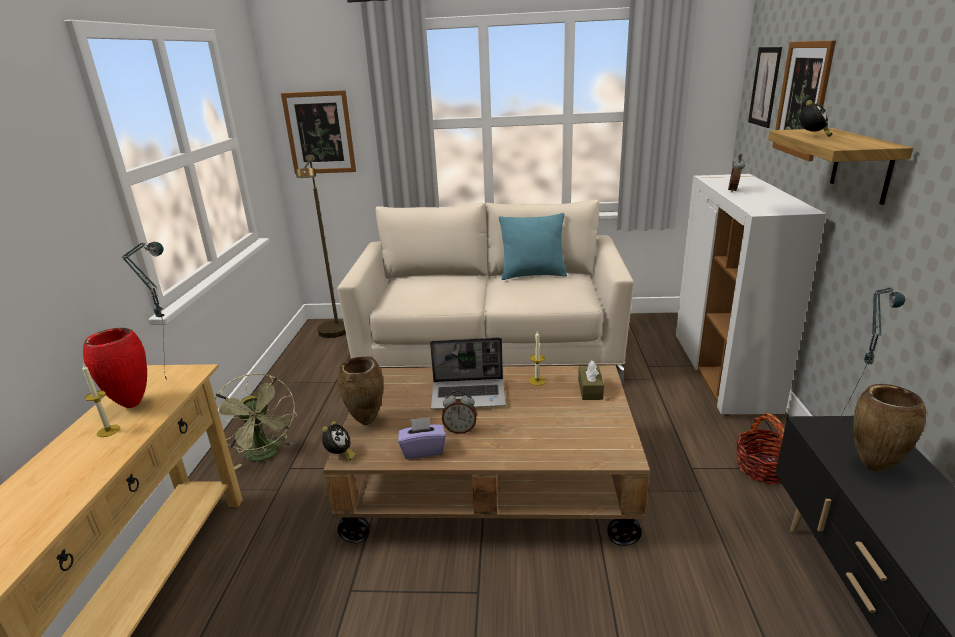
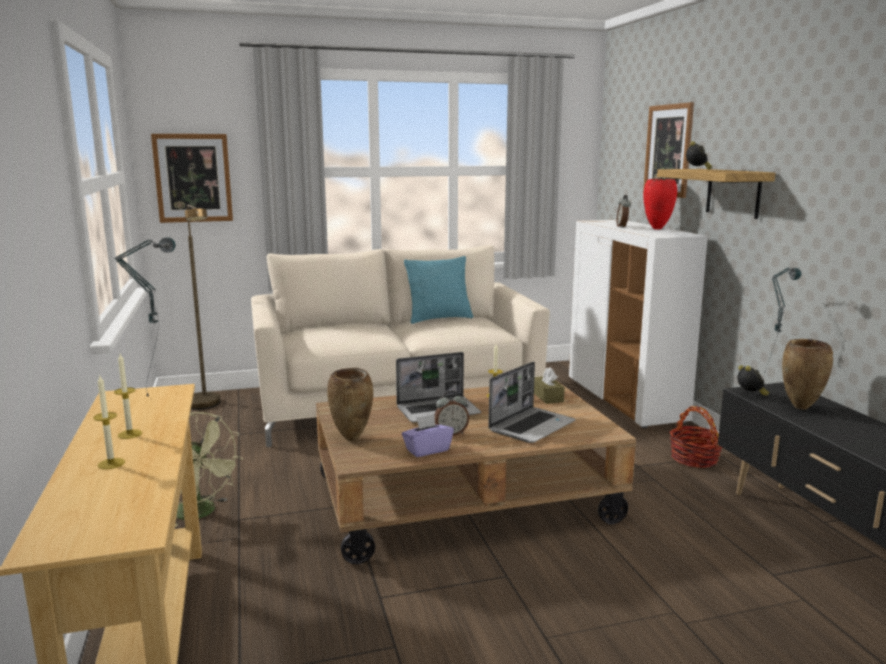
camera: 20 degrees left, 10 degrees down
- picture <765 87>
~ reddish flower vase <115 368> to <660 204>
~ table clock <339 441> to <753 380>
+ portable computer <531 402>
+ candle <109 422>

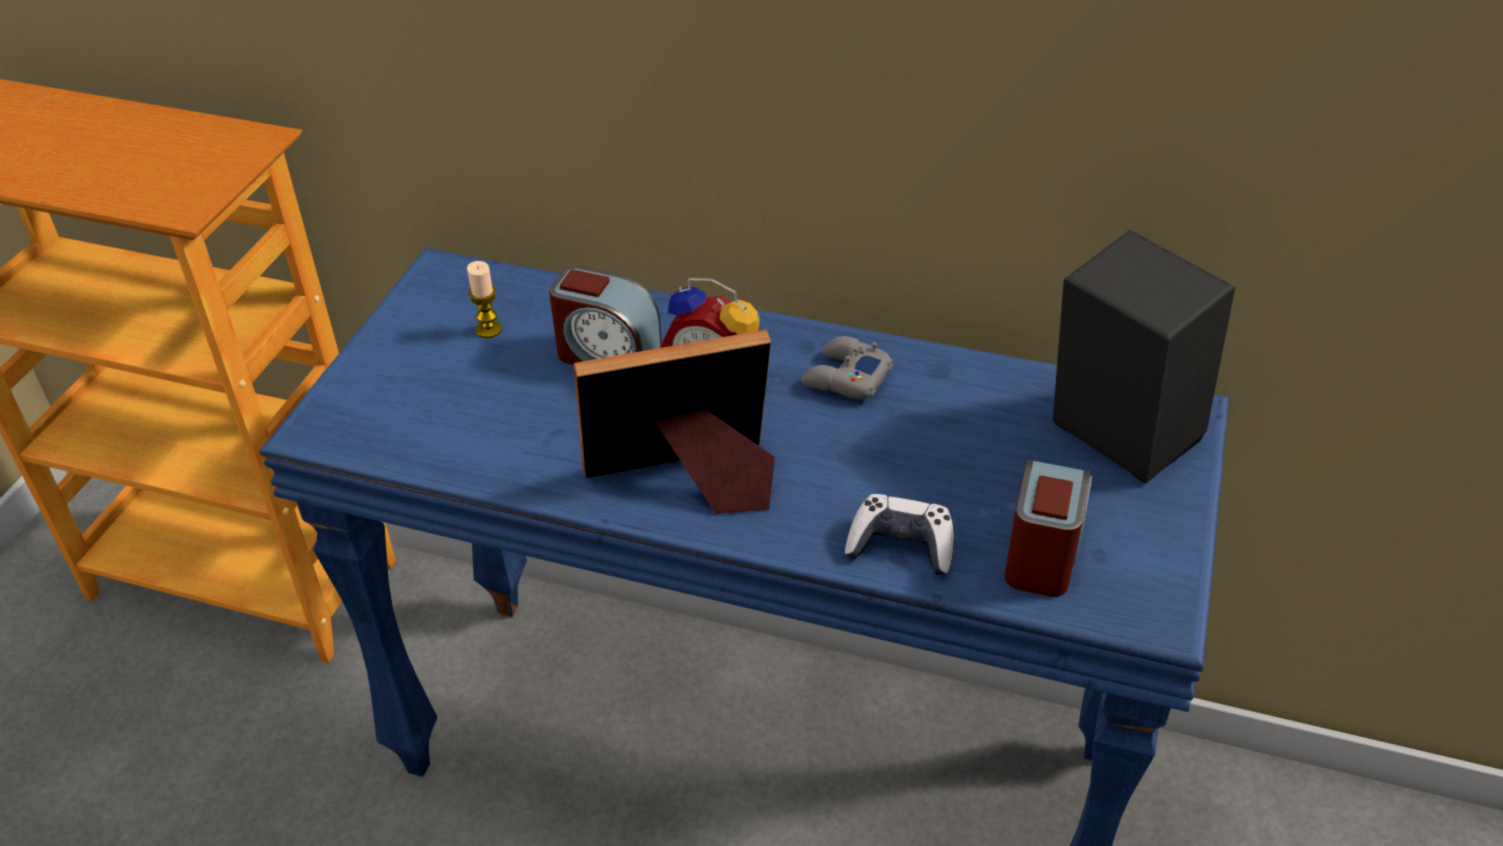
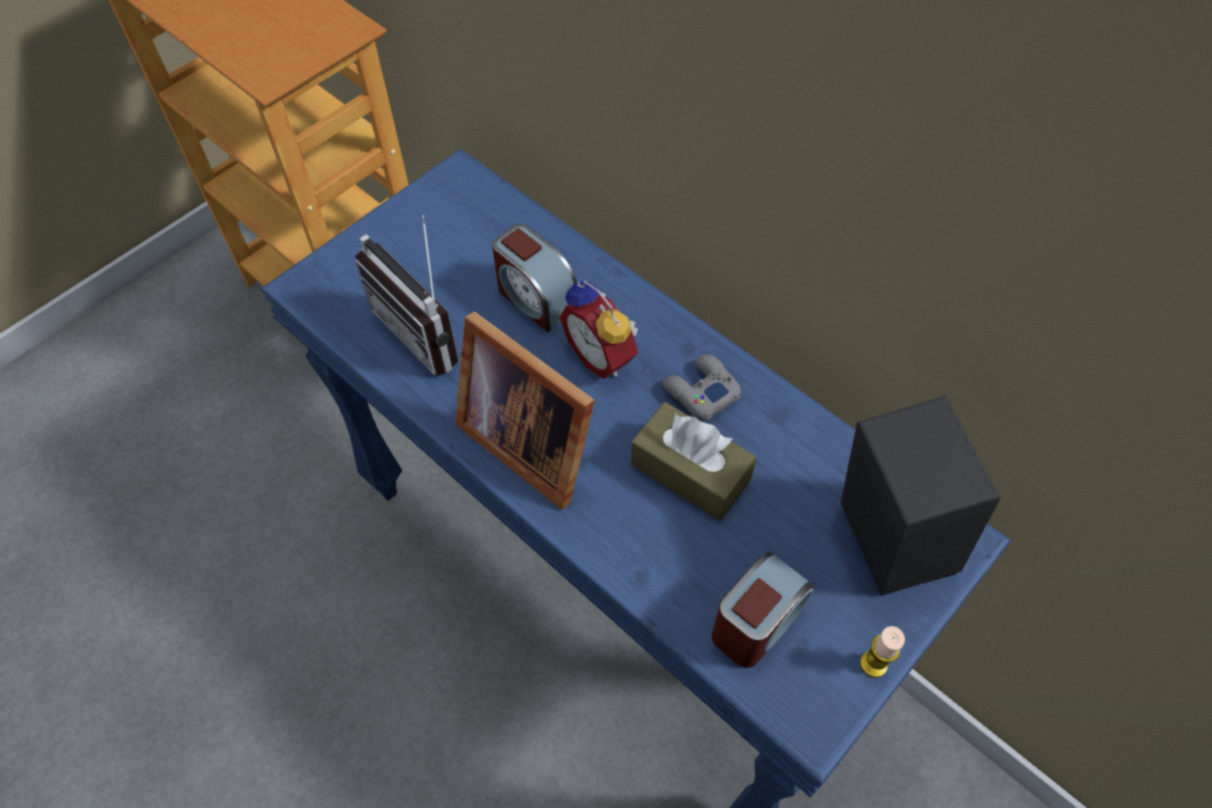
camera: 25 degrees right, 15 degrees up
~ candle <484 299> to <882 652>
~ photo frame <674 422> = <525 410> 150 degrees counterclockwise
- gamepad <899 534>
+ radio receiver <407 295>
+ brownish tissue box <694 461>

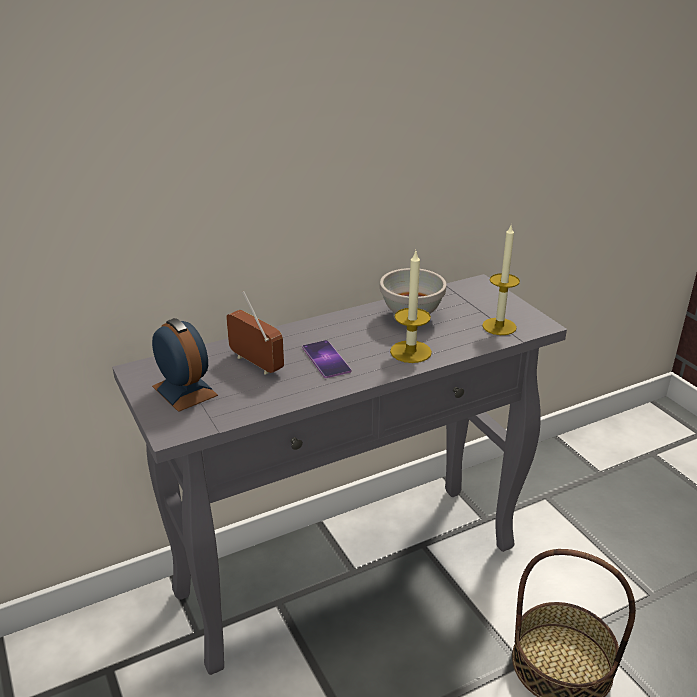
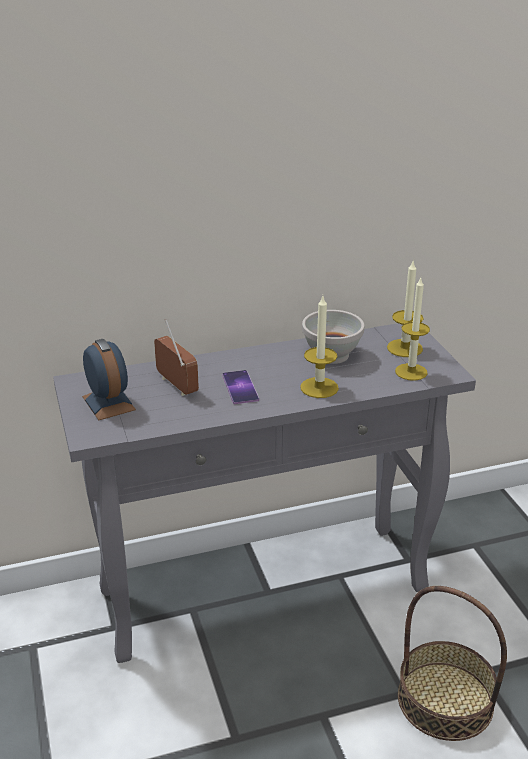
camera: 10 degrees right, 0 degrees up
+ candle <405 309>

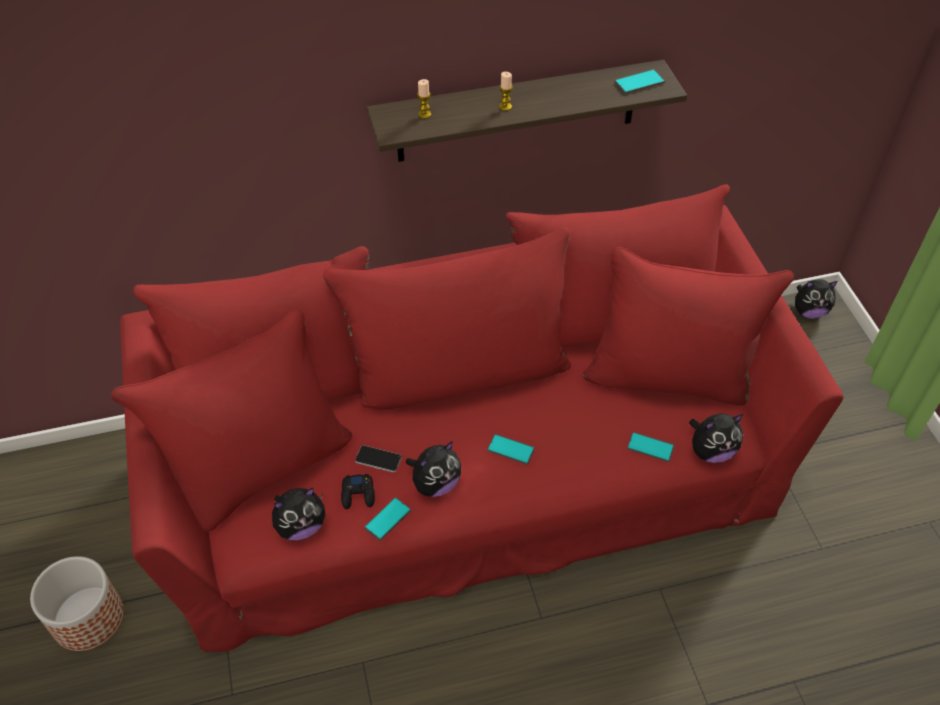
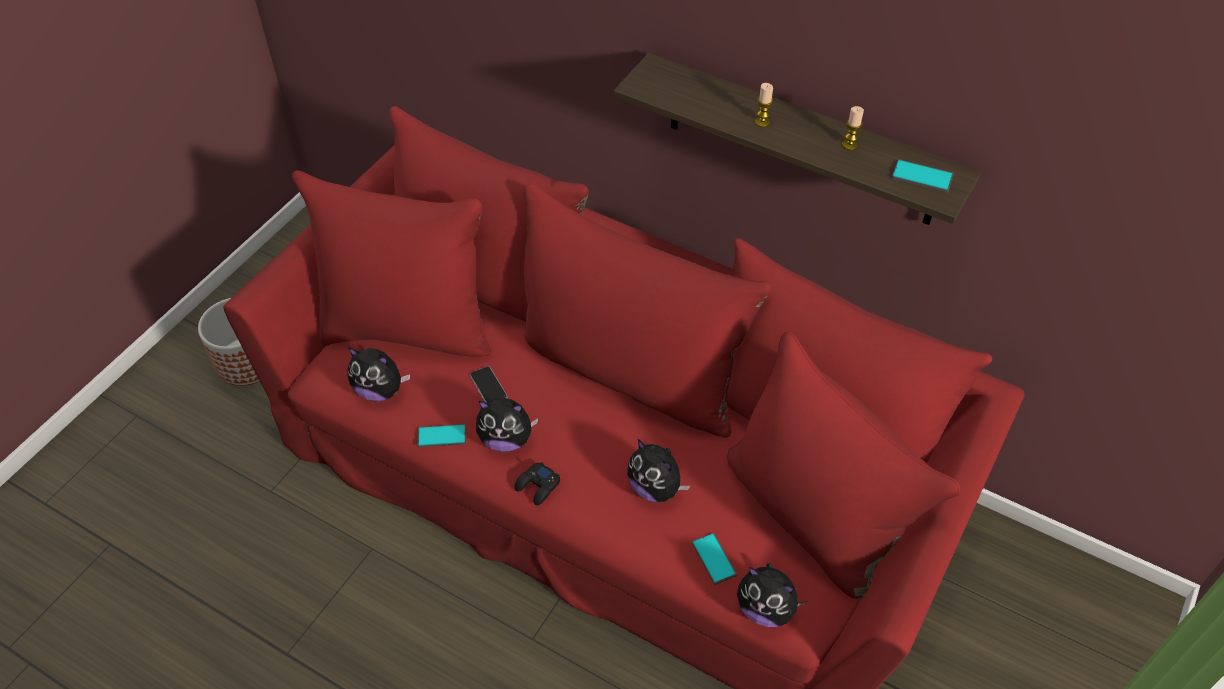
camera: 45 degrees right, 0 degrees up
~ candle <424 99> to <853 128>
~ soft toy <816 299> to <659 470>
- telephone <511 449>
~ black gamepad <358 491> to <537 483>

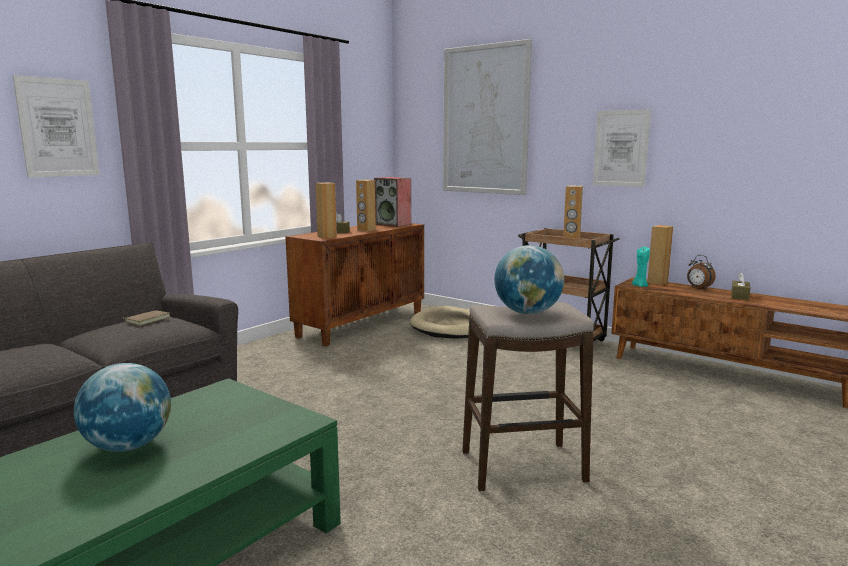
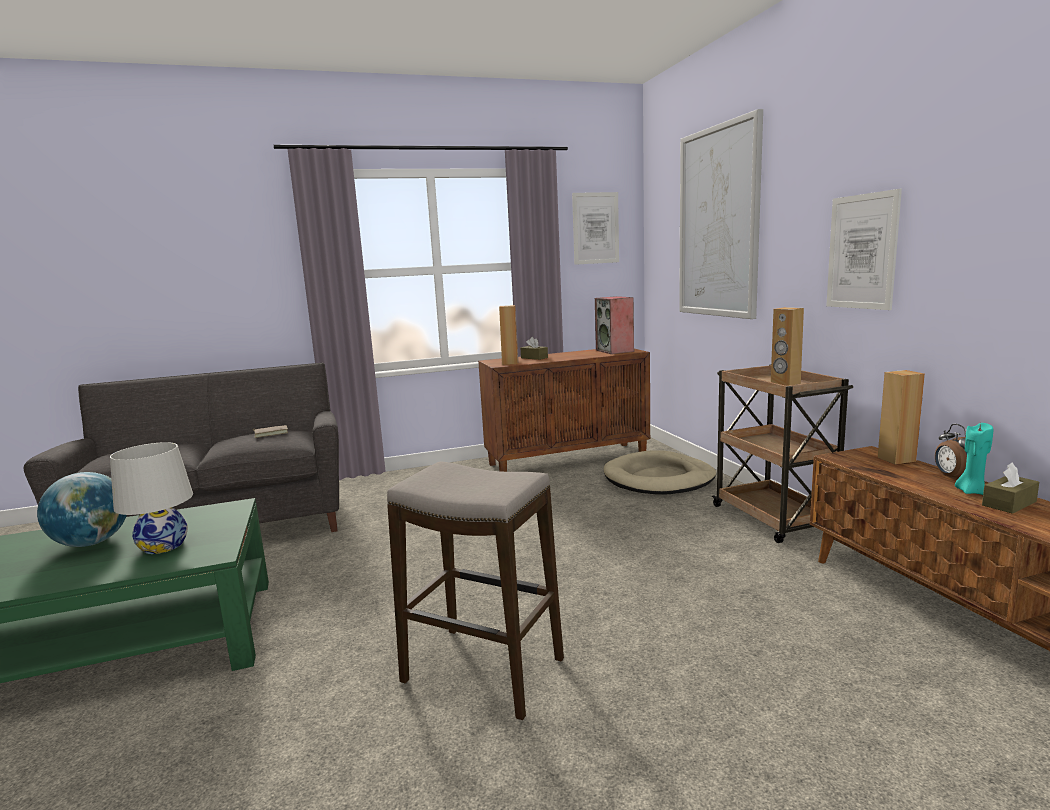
camera: 35 degrees right, 0 degrees up
~ picture <56 126> to <595 228>
- brownish audio speaker <366 205>
- desk globe <529 279>
~ turquoise candle <641 267> to <974 459>
+ white-coloured lamp for a table <151 498>

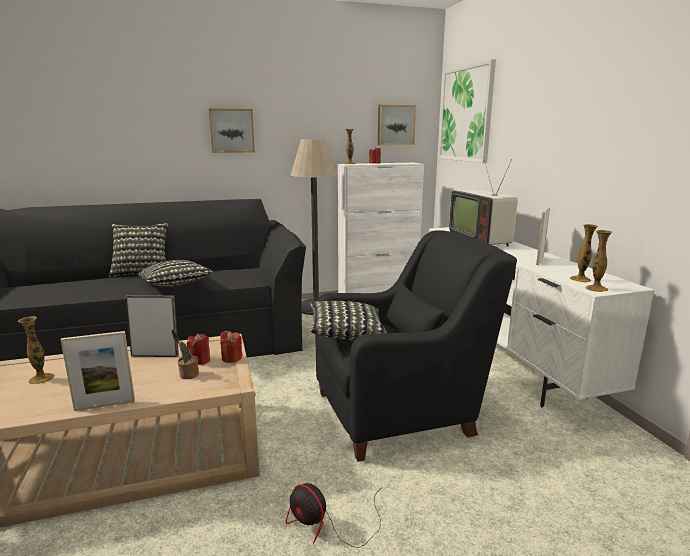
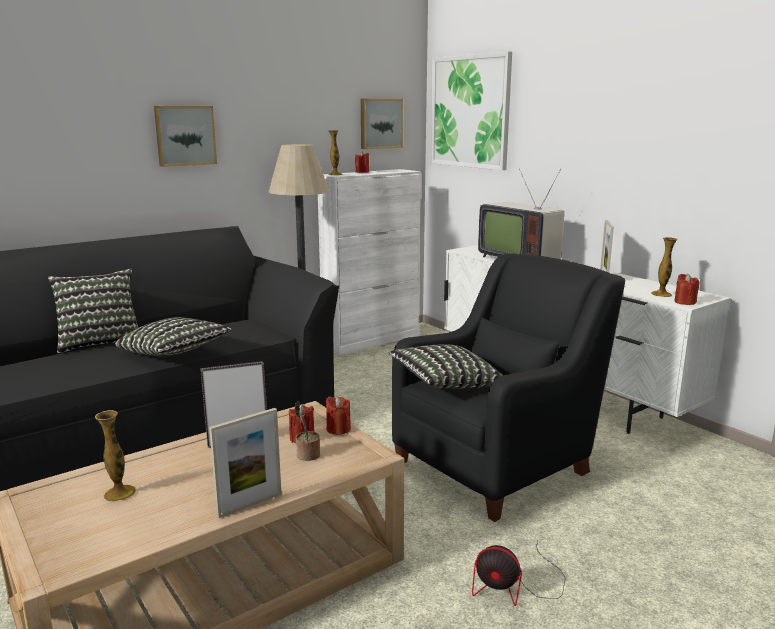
camera: 20 degrees left, 0 degrees up
~ flower vase <598 261> to reddish candle <686 289>

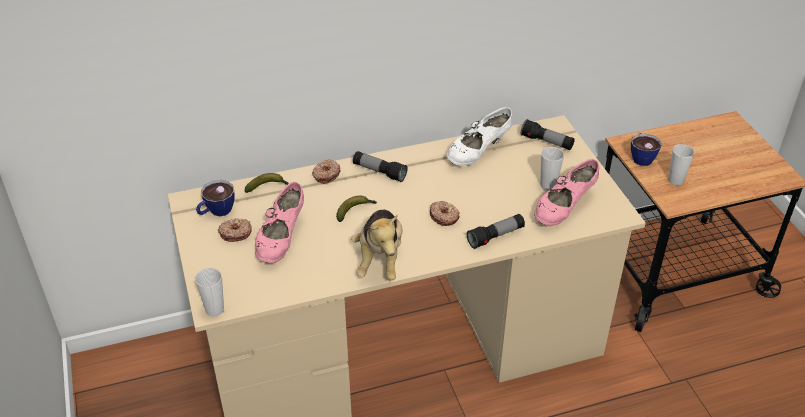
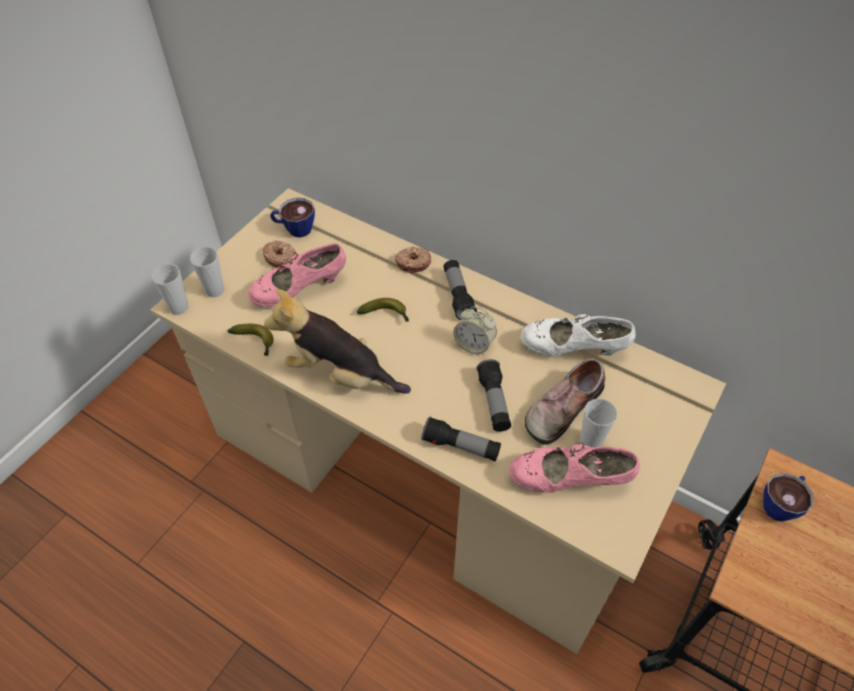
camera: 50 degrees right, 10 degrees up
~ hand torch <548 134> to <494 395>
~ drinking cup <682 164> to <207 272>
~ whole banana <266 183> to <250 340>
- doughnut <445 213>
~ soft toy <377 245> = <337 341> 60 degrees clockwise
+ table clock <475 331>
+ item of footwear <565 402>

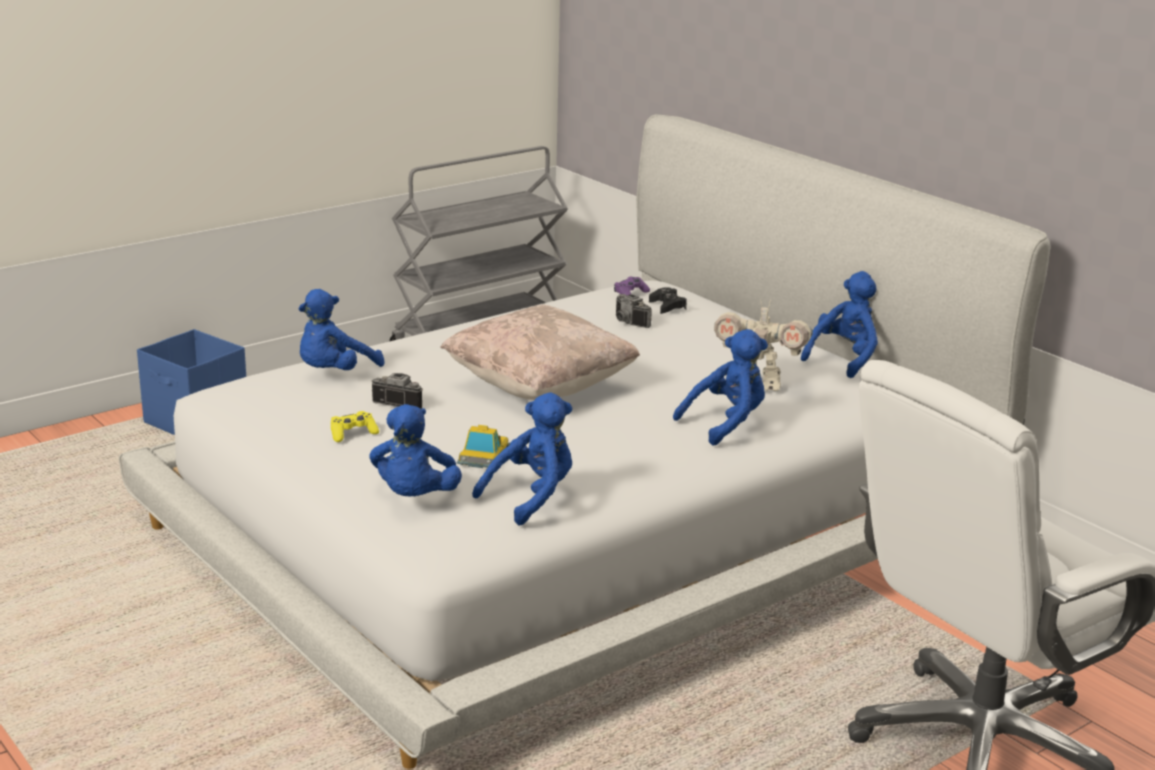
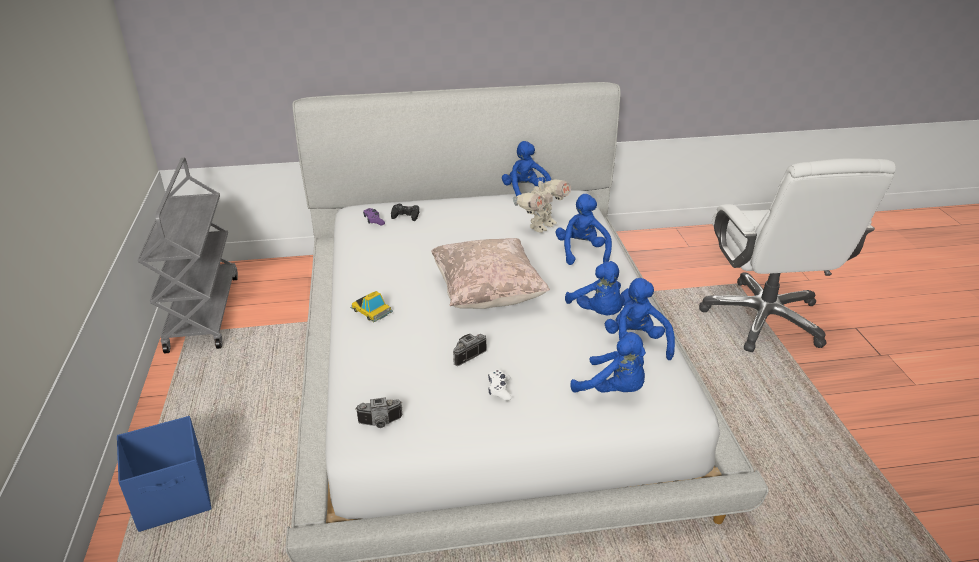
camera: 60 degrees left, 10 degrees up
~ bluish soft toy <341 329> to <598 288>
~ photo camera <634 311> to <379 412>
~ yellow-coloured gamepad <355 426> to white-coloured gamepad <500 385>
~ miniature car <483 446> to <371 306>

